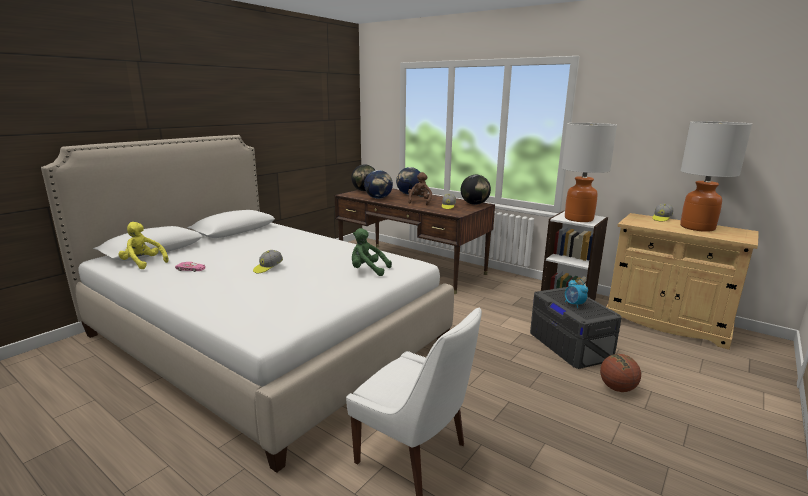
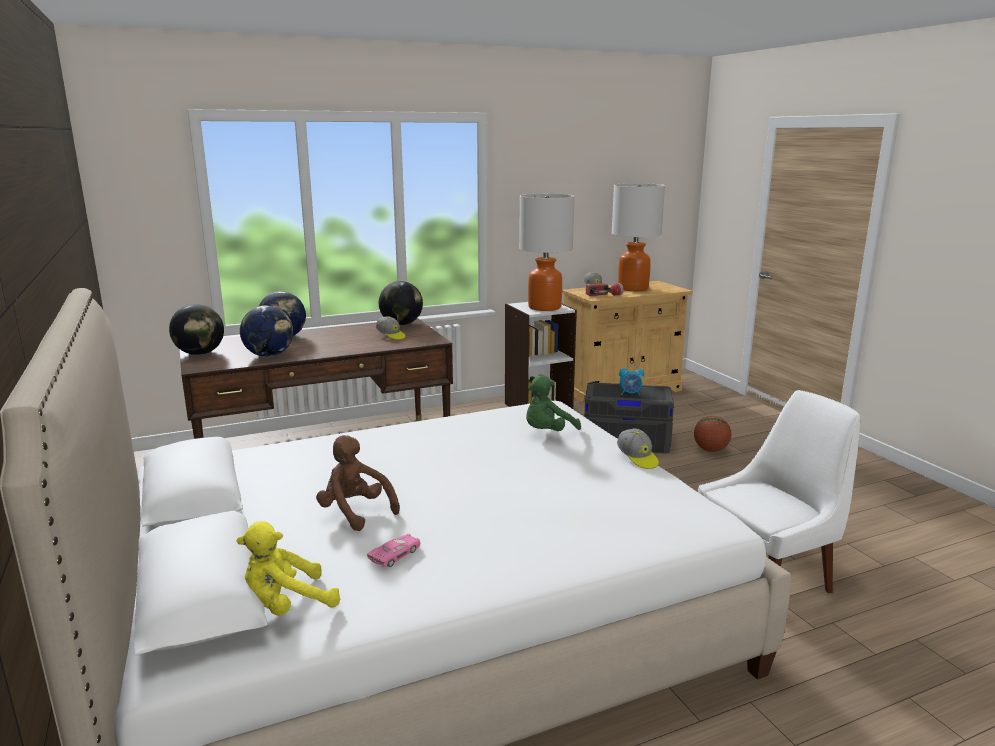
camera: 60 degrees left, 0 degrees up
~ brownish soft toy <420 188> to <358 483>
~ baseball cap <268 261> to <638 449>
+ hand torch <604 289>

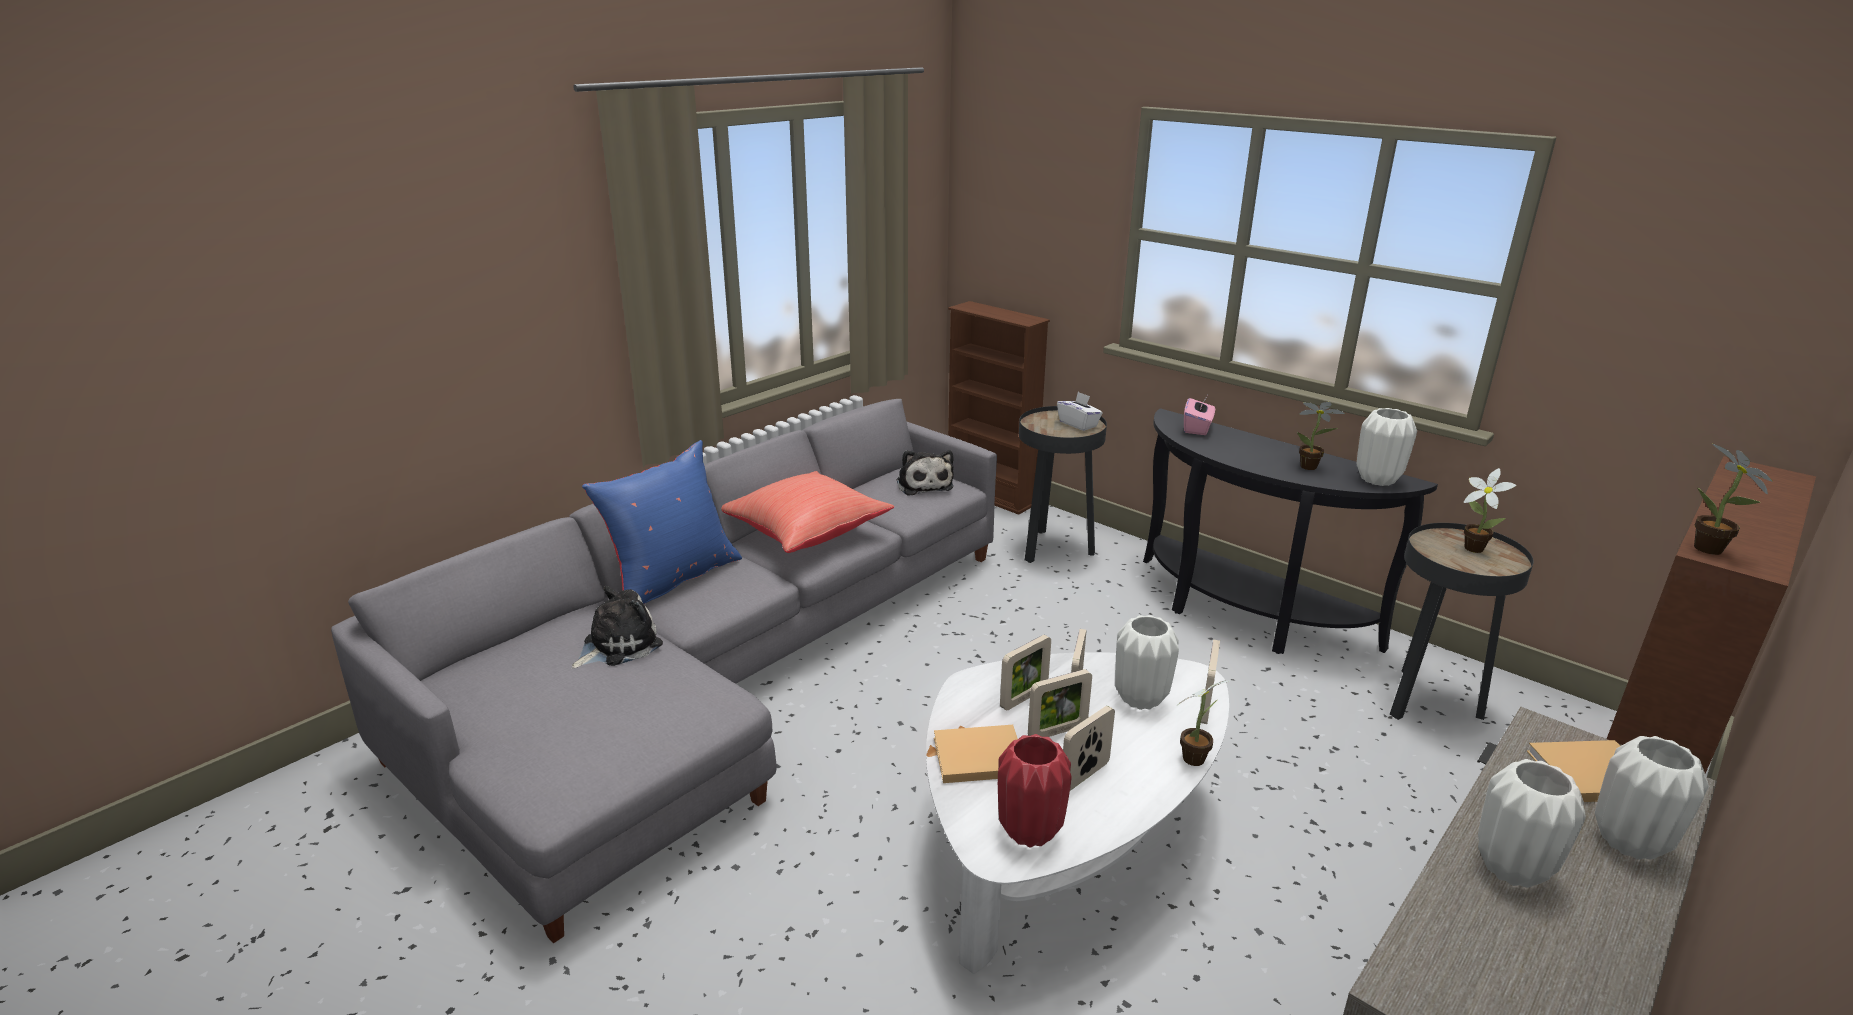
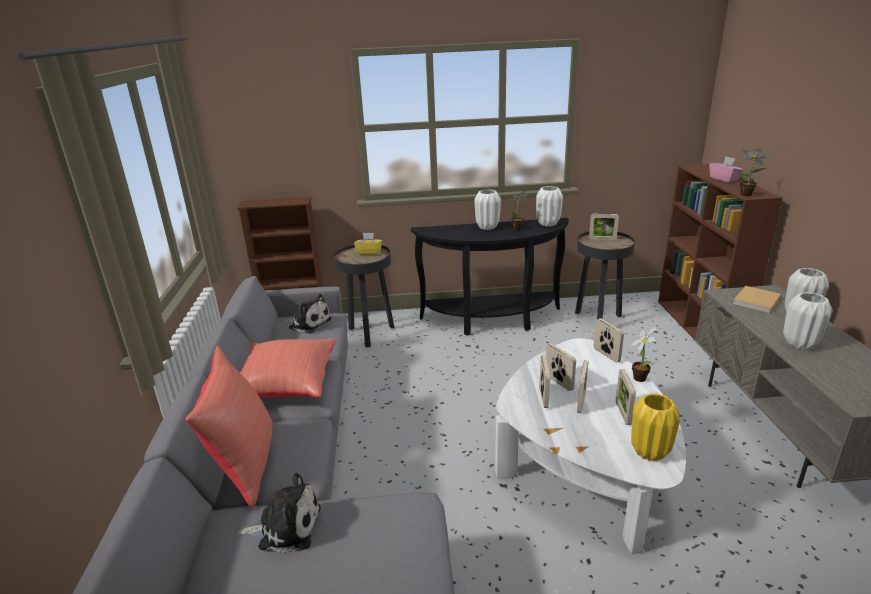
camera: 45 degrees left, 0 degrees up
~ white-coloured tissue box <1080 411> to yellow-coloured tissue box <368 244>
~ pinkish tissue box <1199 415> to <726 170>
~ bluish cushion <662 522> to reddish cushion <229 426>
~ potted plant <1490 510> to photo frame <604 226>
~ soft toy <617 627> = <279 513> 90 degrees clockwise
~ white-coloured flower vase <1147 662> to <487 209>
- beige-coloured book <976 754>
~ reddish flower vase <1035 790> to yellow-coloured flower vase <655 427>

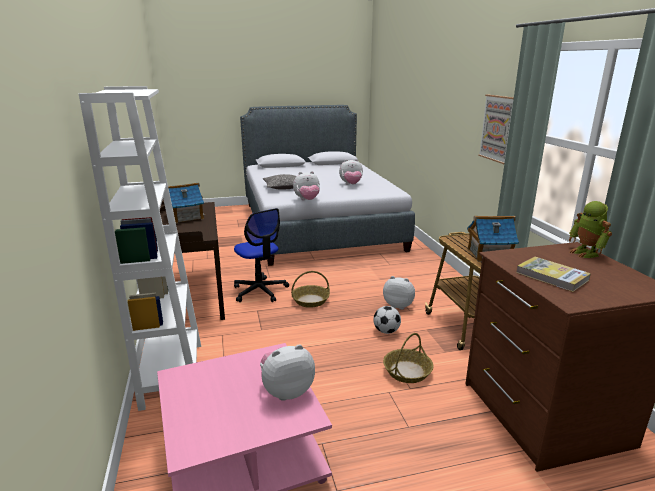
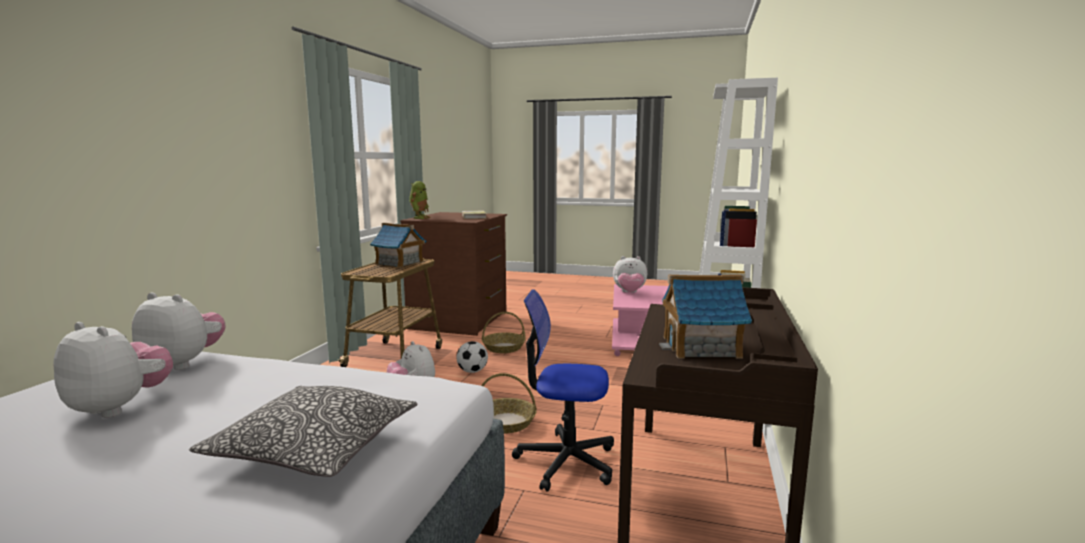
camera: 150 degrees left, 10 degrees down
- picture <496 129>
~ soft toy <306 185> to <179 331>
~ desk chair <261 255> = <563 390> 75 degrees counterclockwise

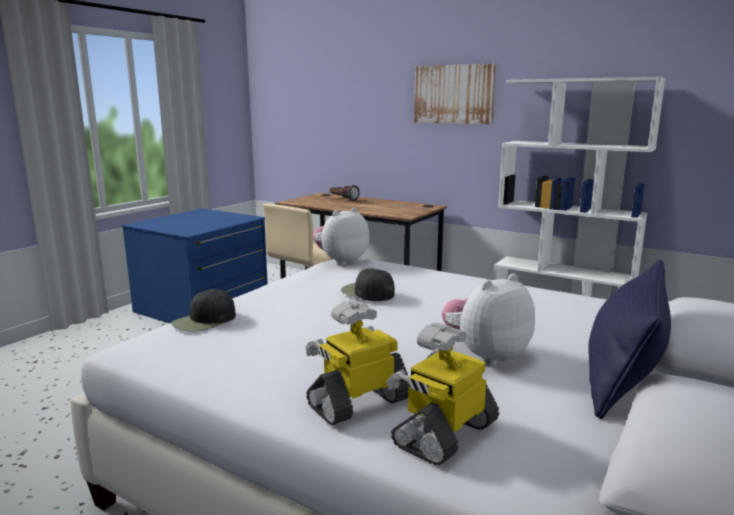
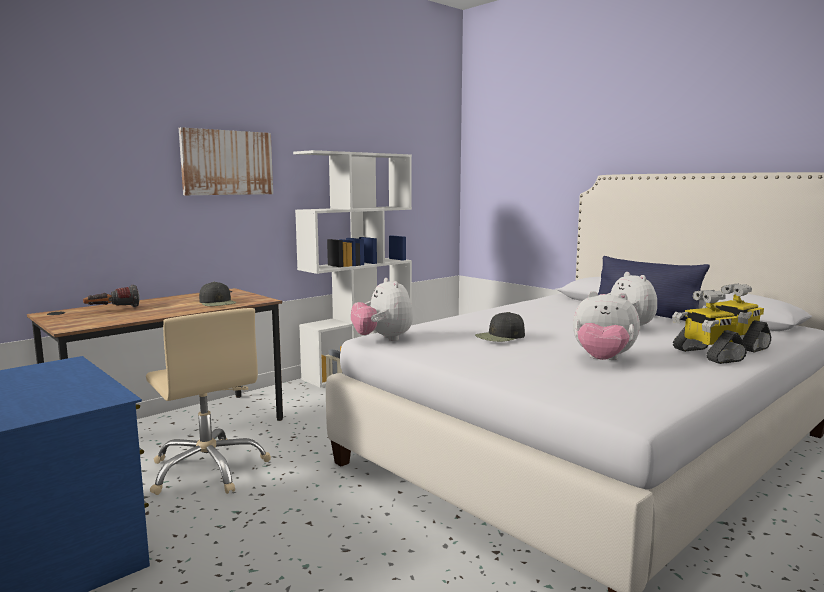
camera: 75 degrees left, 5 degrees down
~ black baseball cap <203 310> to <218 294>
+ soft toy <606 325>

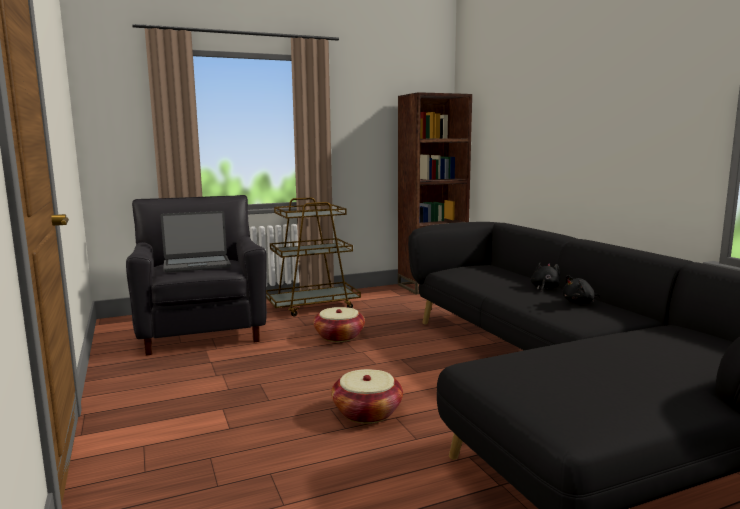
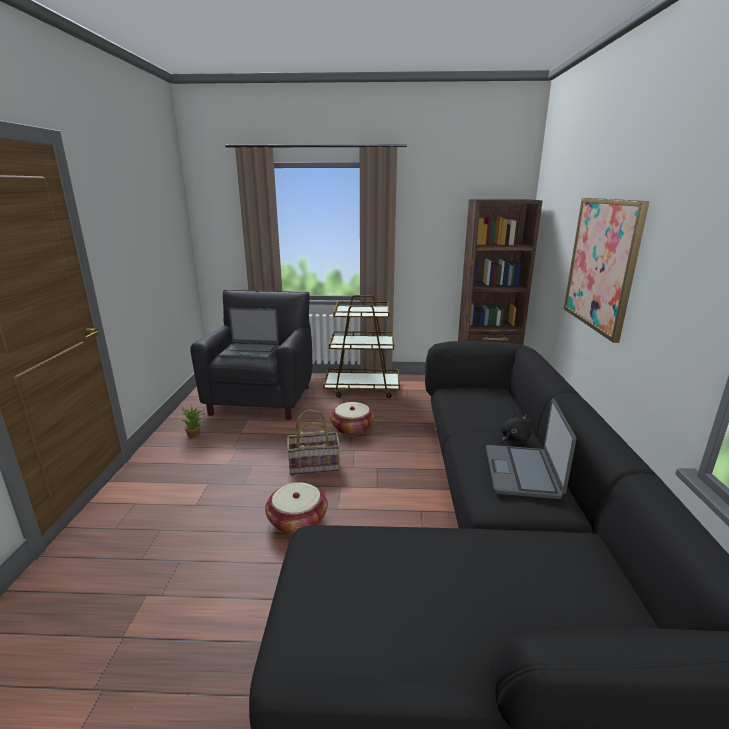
camera: 25 degrees right, 10 degrees up
~ black soft toy <581 289> to portable computer <531 448>
+ picture <607 270>
+ potted plant <192 421>
+ storage basket <313 442>

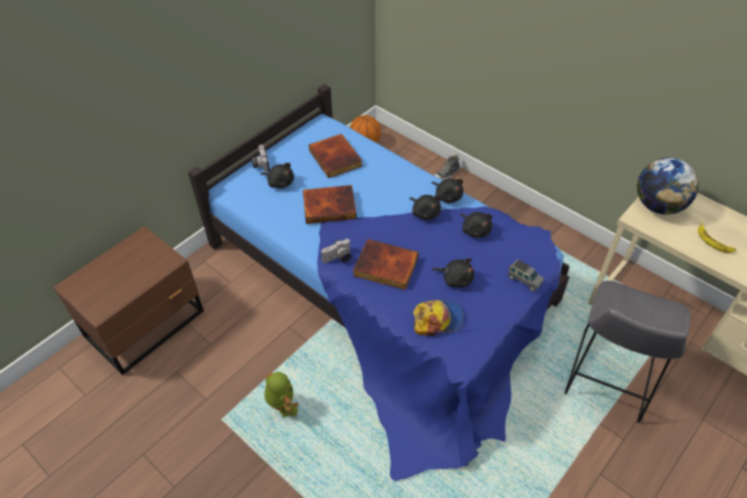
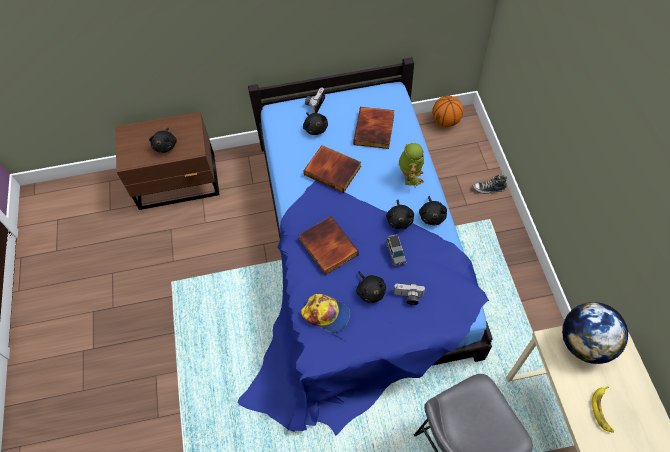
camera: 40 degrees right, 10 degrees up
~ black soft toy <476 225> to <163 140>
~ photo camera <336 251> to <409 294>
~ gray miniature car <526 275> to <396 250>
~ toy robot <281 395> to <411 165>

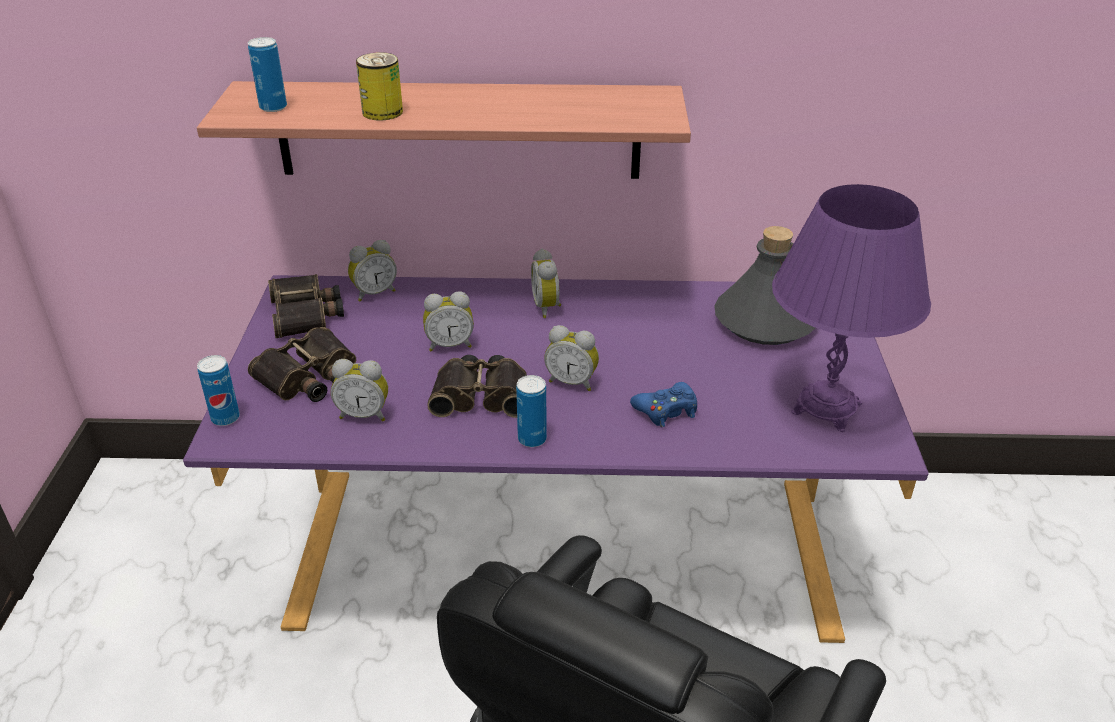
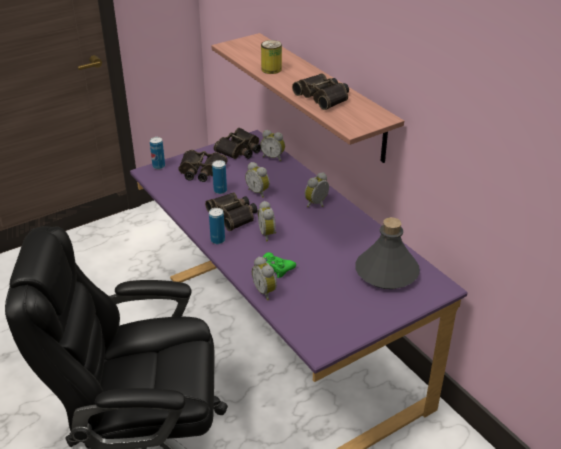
camera: 55 degrees right, 0 degrees up
~ sealed can <267 74> to <219 177>
- purplish lamp for a table <851 308>
~ table clock <359 390> to <264 278>
~ bluish gamepad <663 404> to green gamepad <279 265>
+ field glasses <320 91>

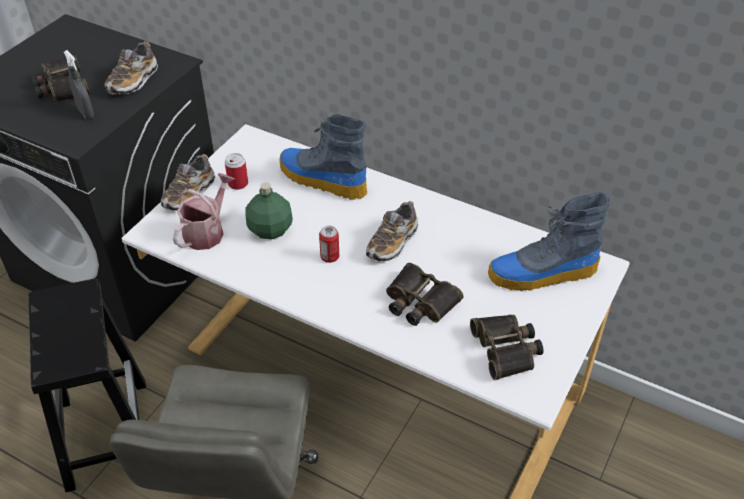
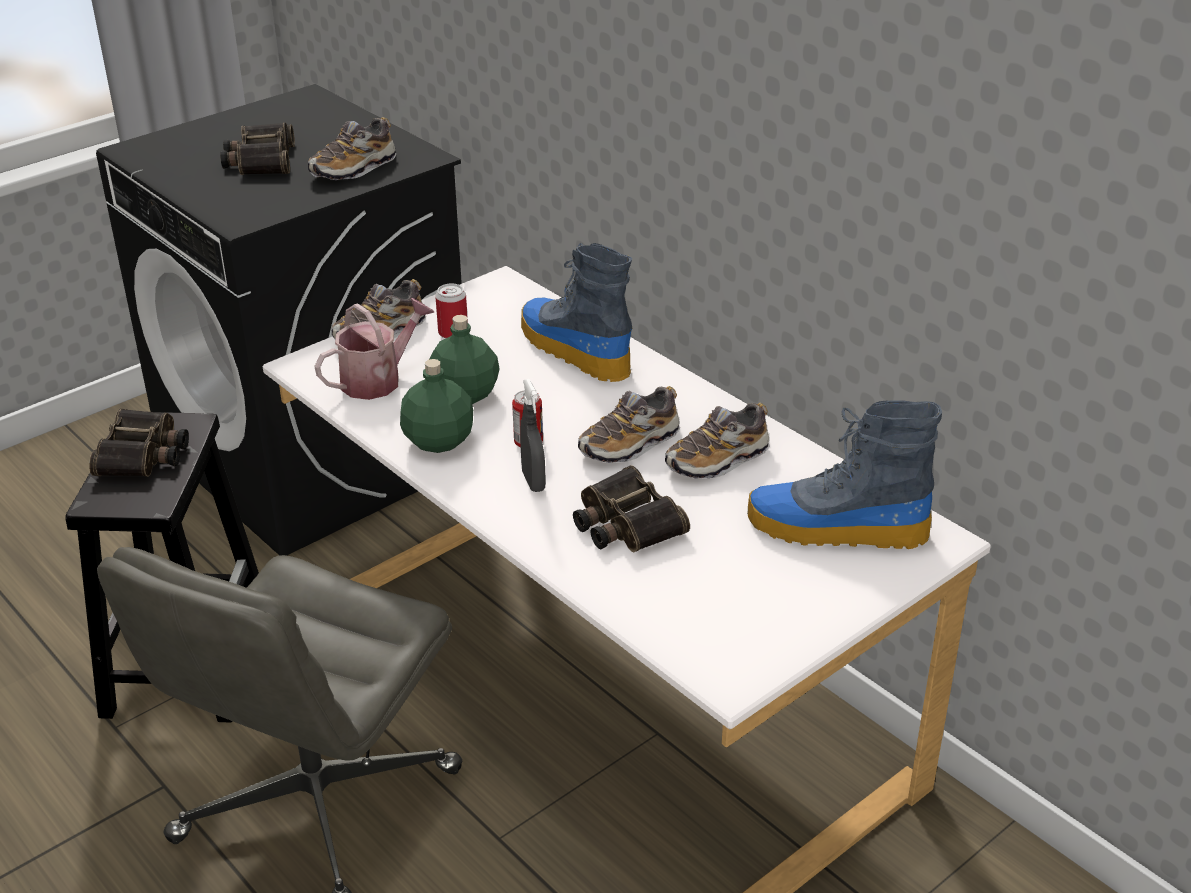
camera: 20 degrees right, 10 degrees down
~ gray hand sprayer <79 84> to <533 435>
~ field glasses <506 347> to <139 442>
+ green beverage bottle <436 406>
+ item of footwear <717 441>

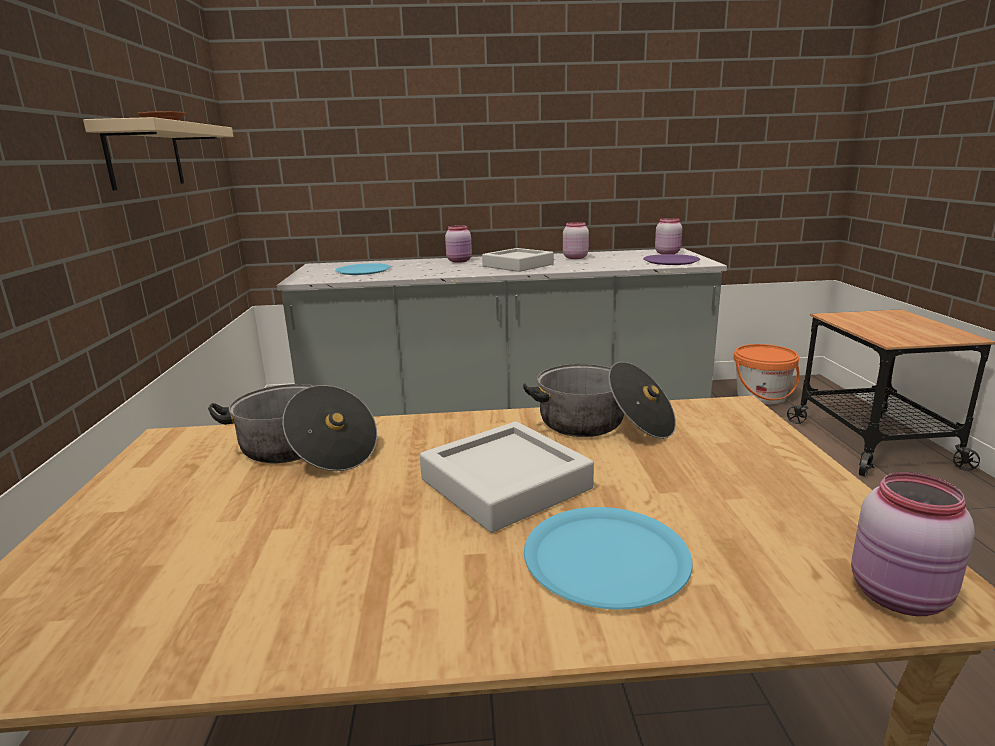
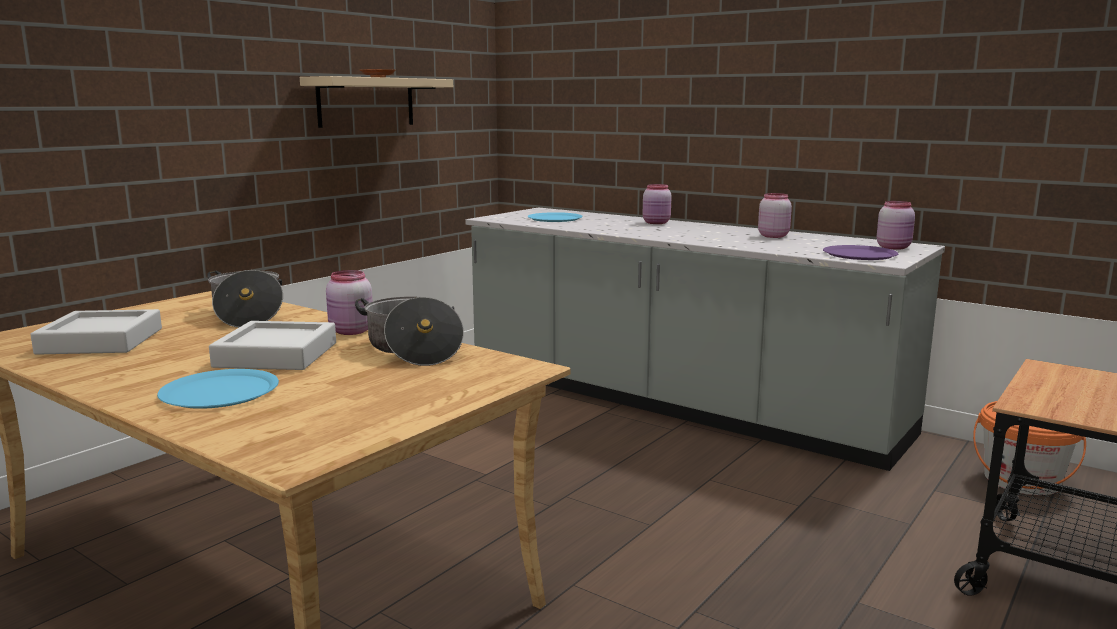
camera: 40 degrees right, 5 degrees down
~ gray tray <518 260> to <96 332>
~ pinkish jar <913 544> to <349 302>

